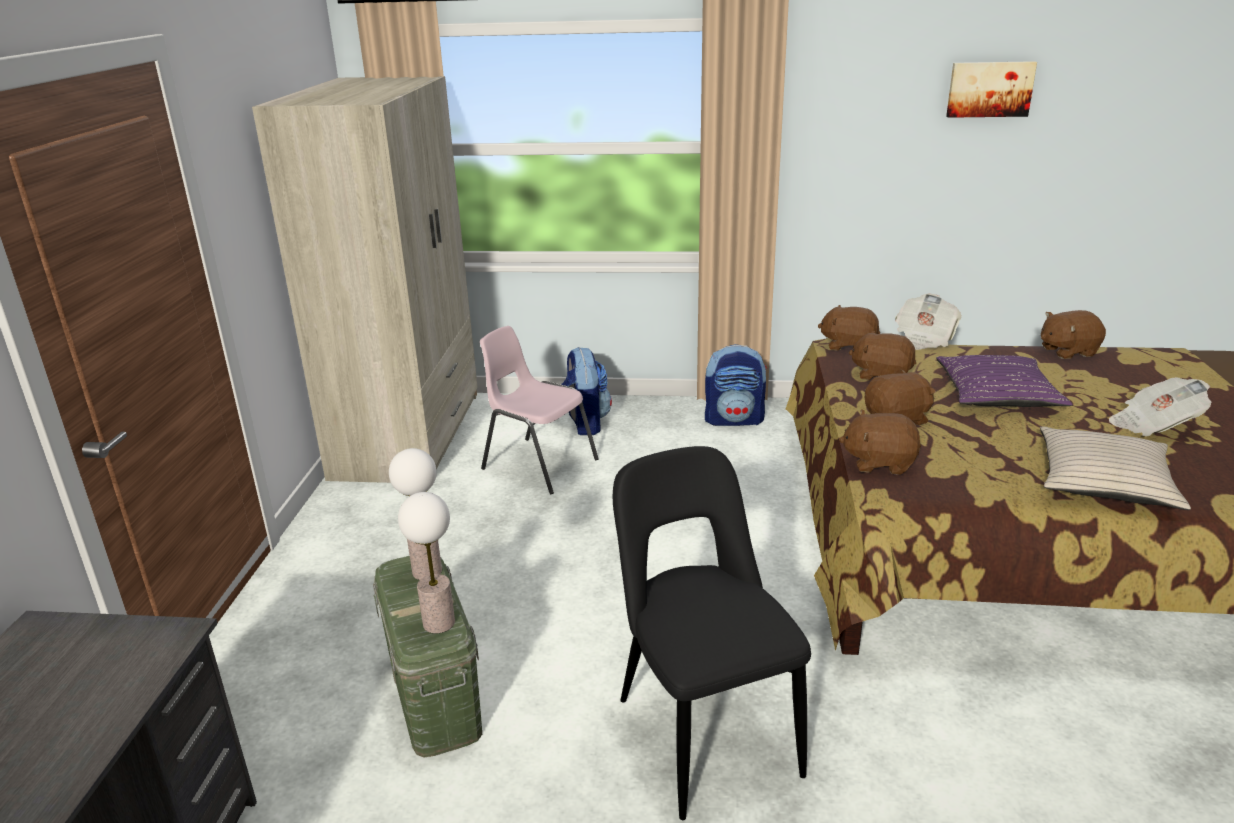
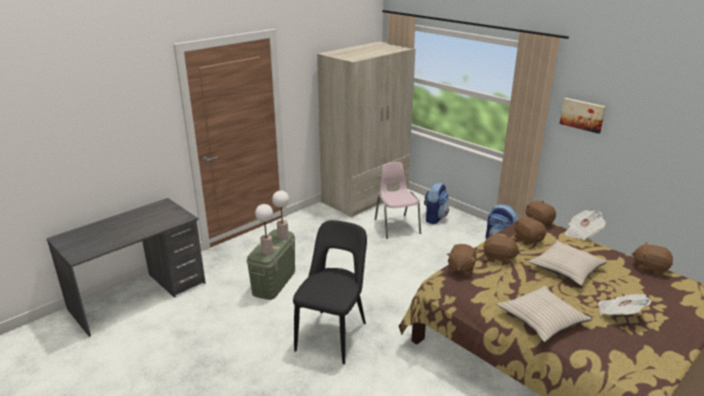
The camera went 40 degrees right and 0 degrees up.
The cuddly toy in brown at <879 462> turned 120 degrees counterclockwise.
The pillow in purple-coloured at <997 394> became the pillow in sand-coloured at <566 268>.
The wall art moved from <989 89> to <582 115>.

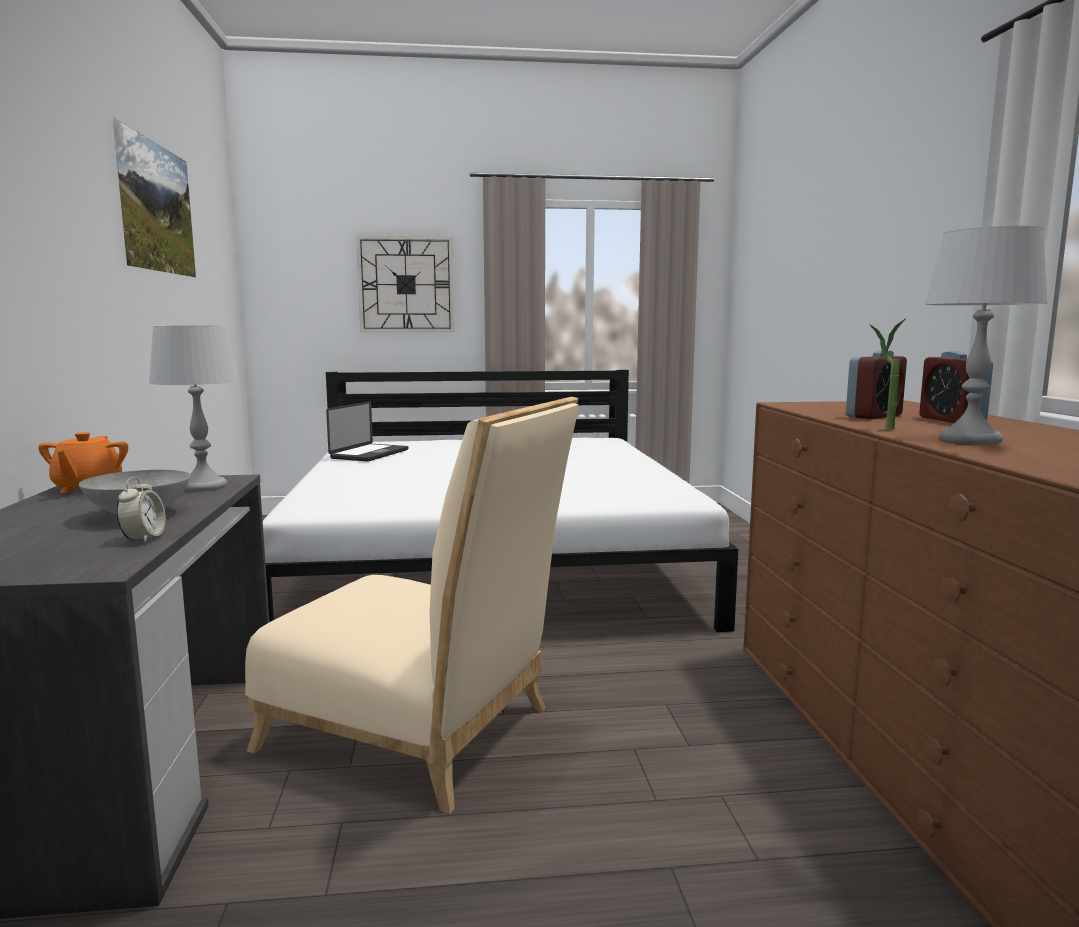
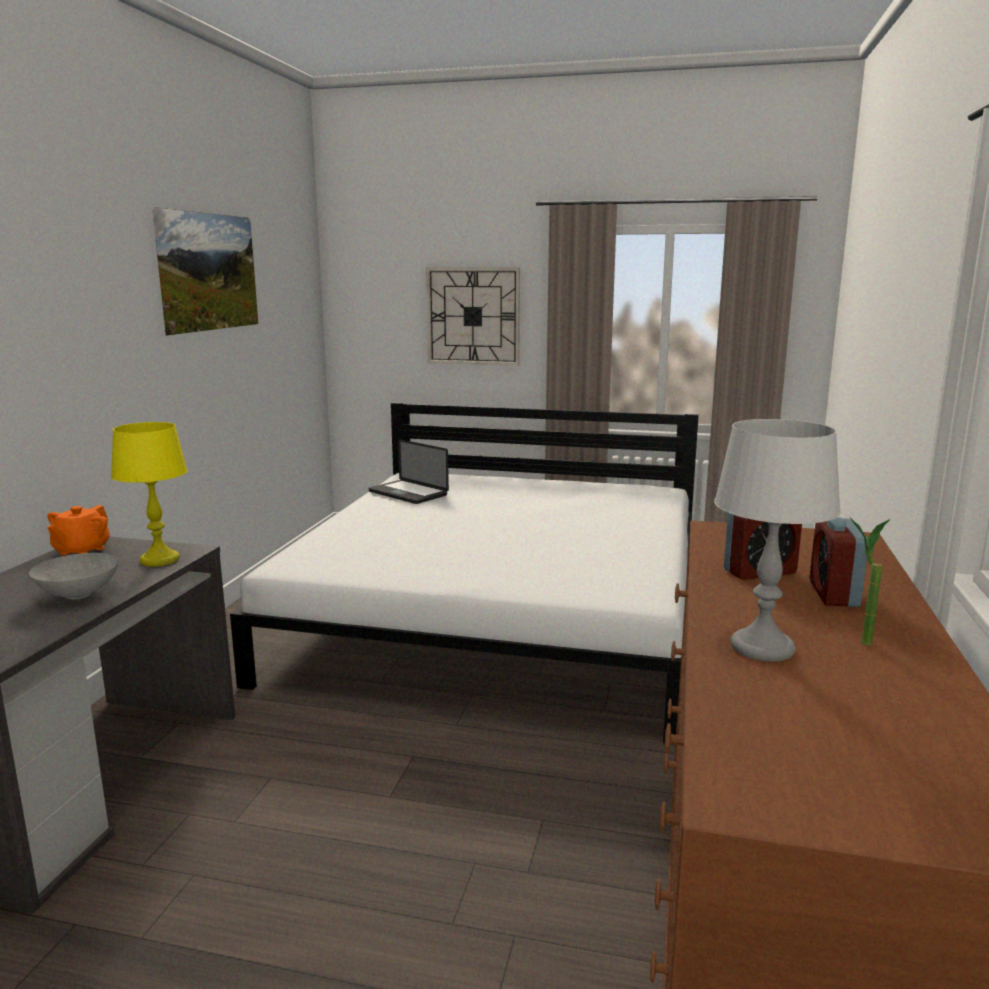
The camera went 20 degrees right and 5 degrees up.
The alarm clock at <144 538> disappeared.
The table lamp in greyish at <204 487> became the table lamp in yellow-coloured at <160 560>.
The plain chair in sand-coloured at <420 733> disappeared.
The notebook computer at <370 454> turned 90 degrees clockwise.
The potted plant moved from <881 428> to <857 639>.

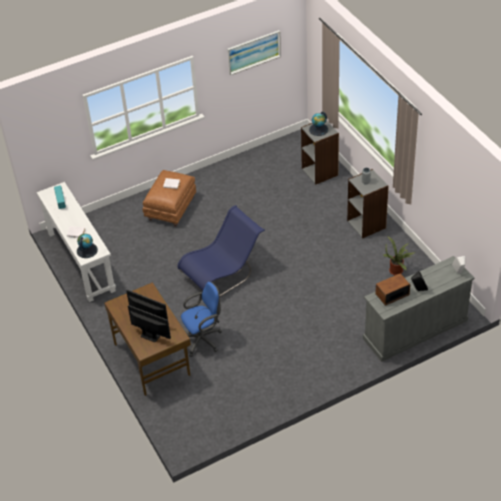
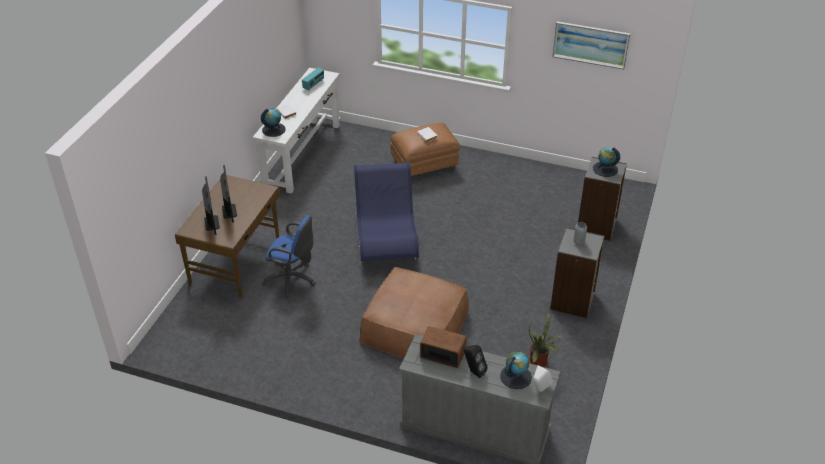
The camera went 45 degrees right and 5 degrees down.
The plain chair in blue at <223 273> turned 105 degrees counterclockwise.
The footrest in brown at <414 326> appeared.
The desk globe at <515 376> appeared.

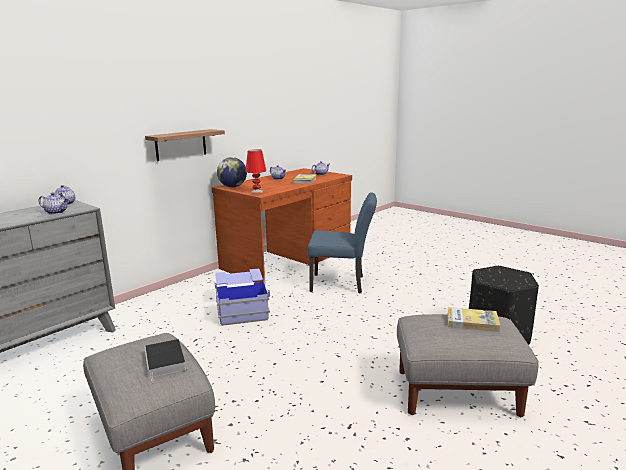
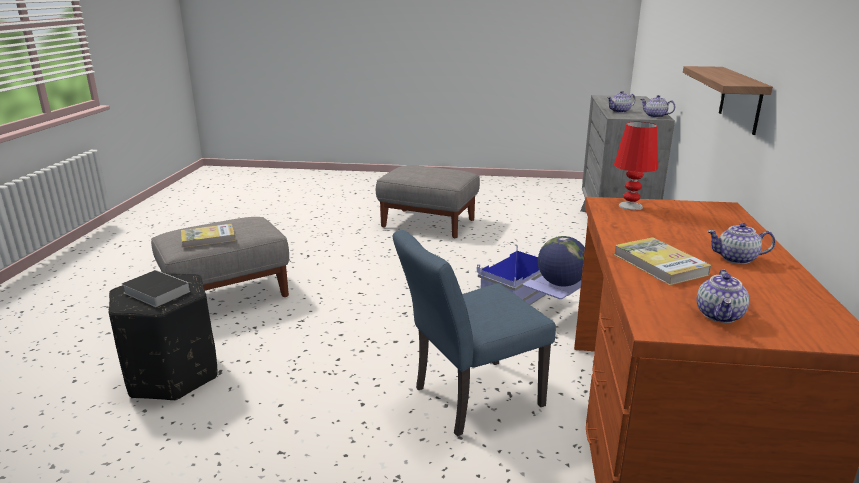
The camera went 145 degrees right and 5 degrees up.
The volume moved from <165 362> to <155 292>.
The desk globe moved from <233 187> to <561 283>.

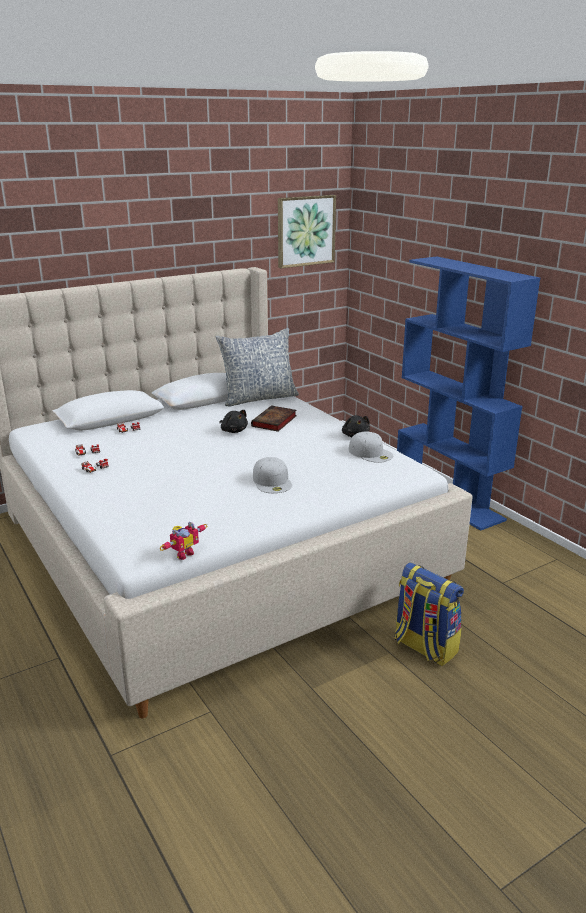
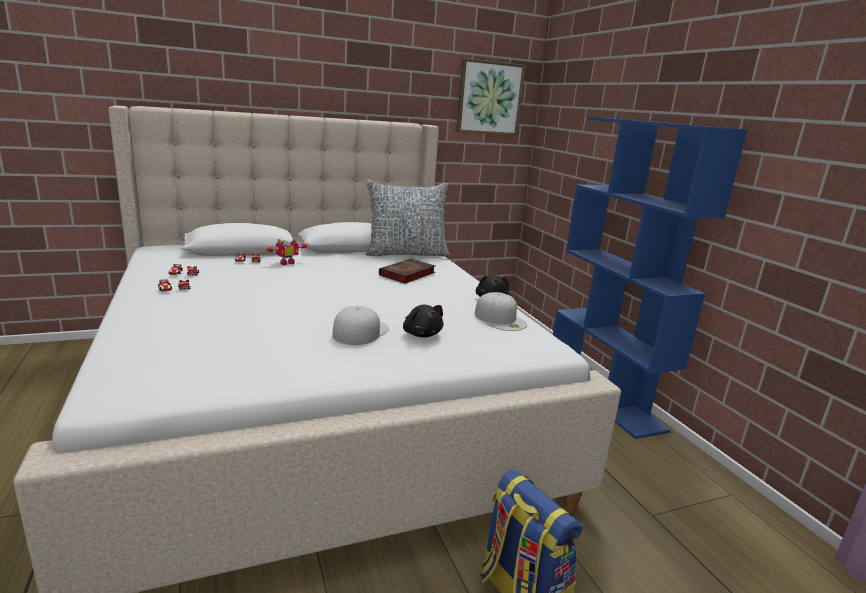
The camera went 10 degrees right and 5 degrees down.
The model robot moved from <183 553> to <286 262>.
The cuddly toy in black moved from <233 431> to <421 334>.
The peaked cap in white-coloured at <272 481> turned 150 degrees counterclockwise.

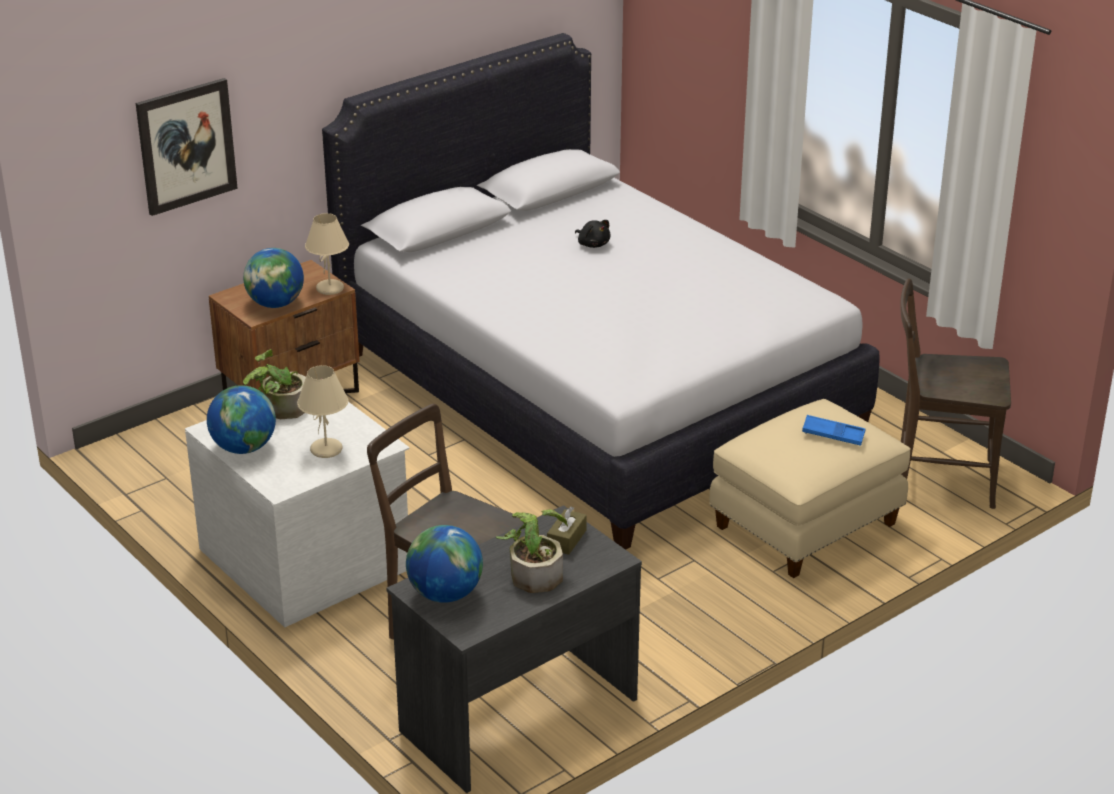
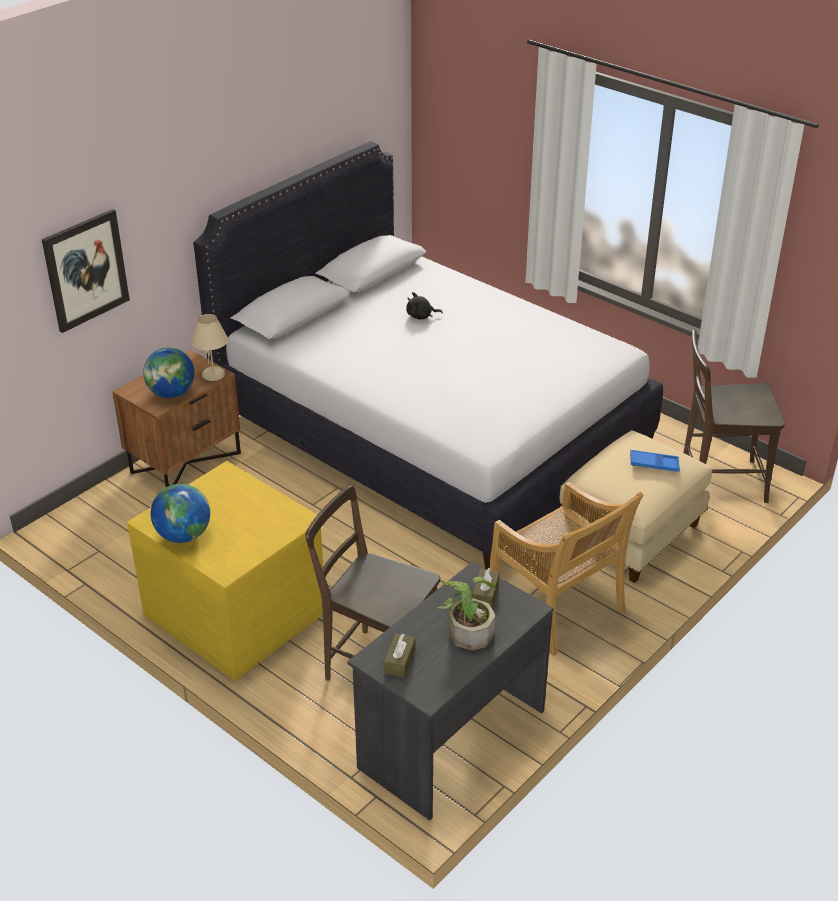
The camera went 10 degrees left and 5 degrees up.
The dresser in white-coloured at <307 557> became the dresser in yellow-coloured at <237 612>.
The potted plant at <280 408> disappeared.
The table lamp in sand-coloured at <326 450> disappeared.
The desk globe at <445 594> was replaced by the tissue holder in brown at <399 661>.
The cuddly toy in black at <593 244> turned 135 degrees clockwise.
The plain chair in sand-coloured at <558 609> appeared.

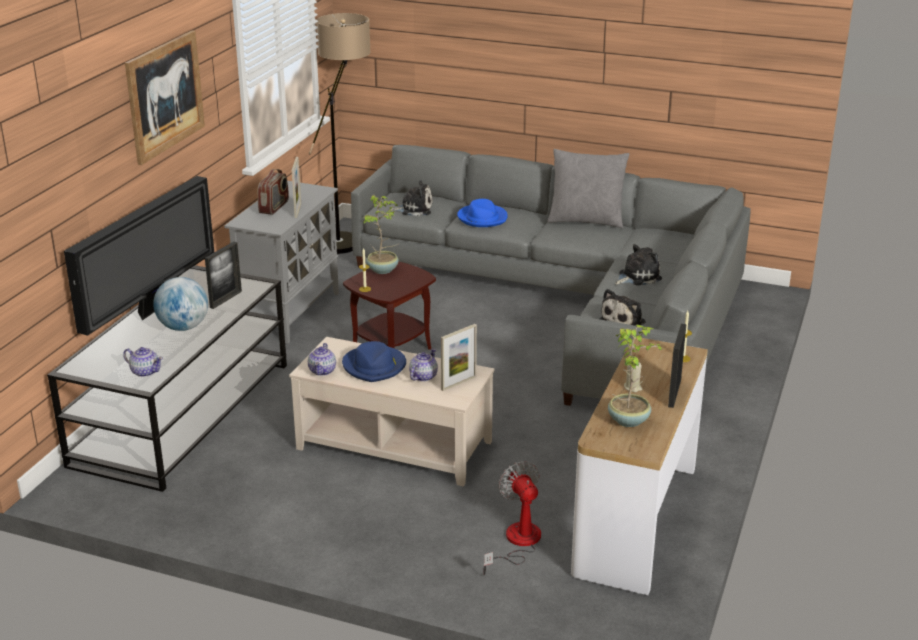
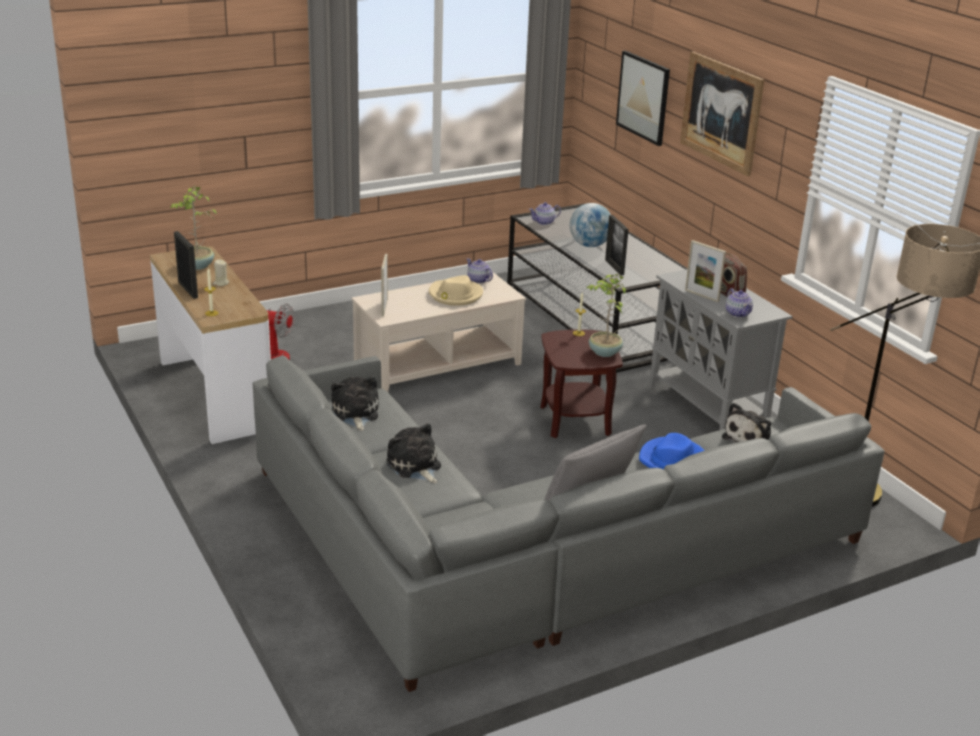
The camera went 130 degrees right and 0 degrees up.
The television at <153 308> disappeared.
The wearable hat in blue at <374 366> became the wearable hat in sand-coloured at <455 295>.
The teapot moved from <423 376> to <738 313>.
The cuddly toy at <637 277> turned 135 degrees clockwise.
The wall art at <643 97> appeared.

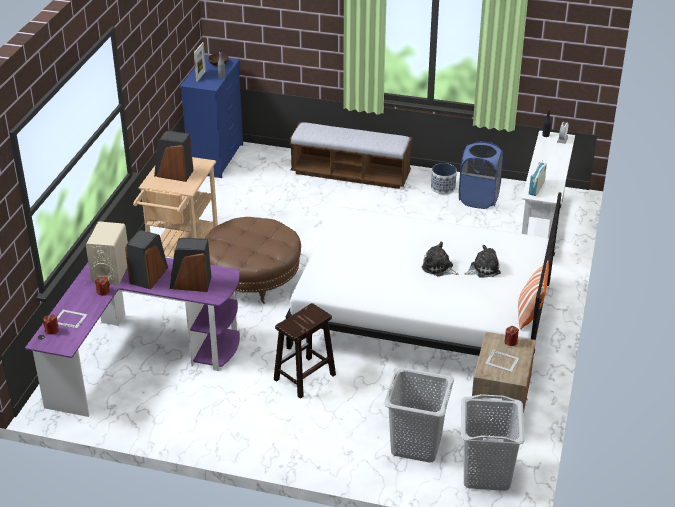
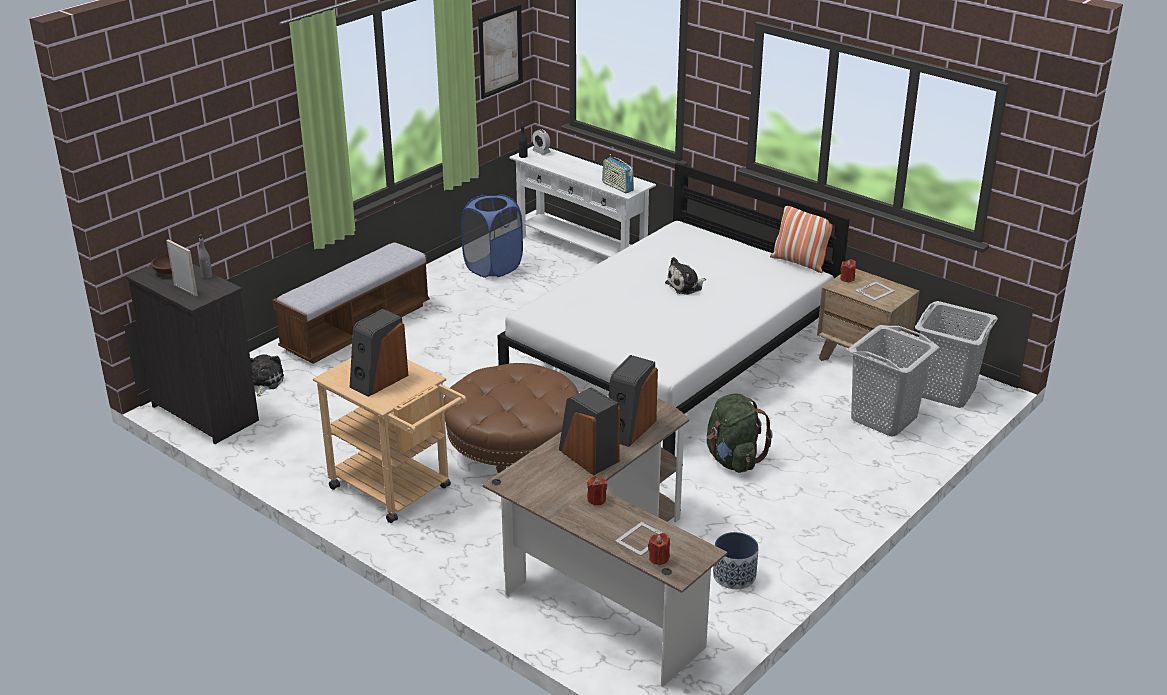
The camera went 65 degrees left and 5 degrees down.
The desk in purple-coloured at <138 355> became the desk in brown at <604 577>.
The speaker in sand-coloured at <111 272> disappeared.
The dresser in blue at <217 158> became the dresser in black at <205 413>.
The stool in brown at <304 378> was replaced by the knapsack in green-coloured at <733 460>.
The planter moved from <443 188> to <734 576>.
The cuddly toy moved from <483 269> to <264 382>.
The wall art at <500 51> appeared.

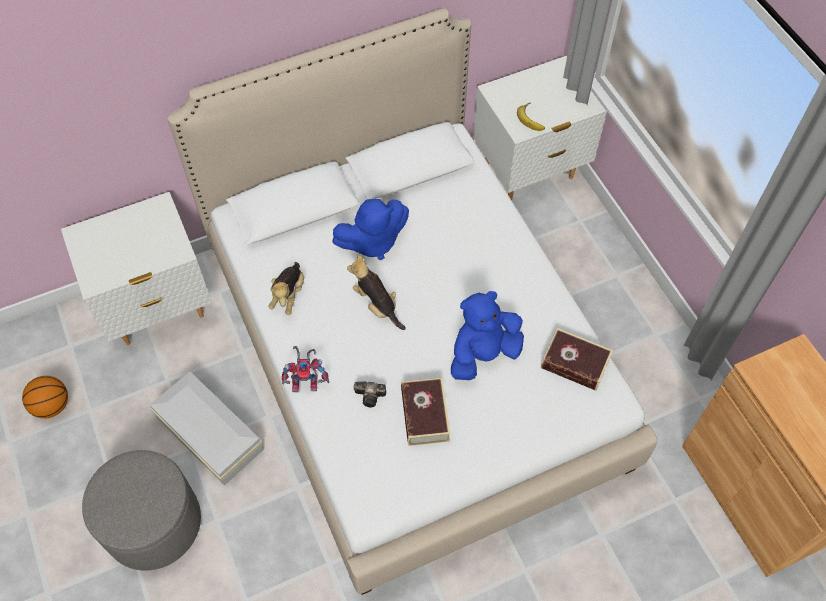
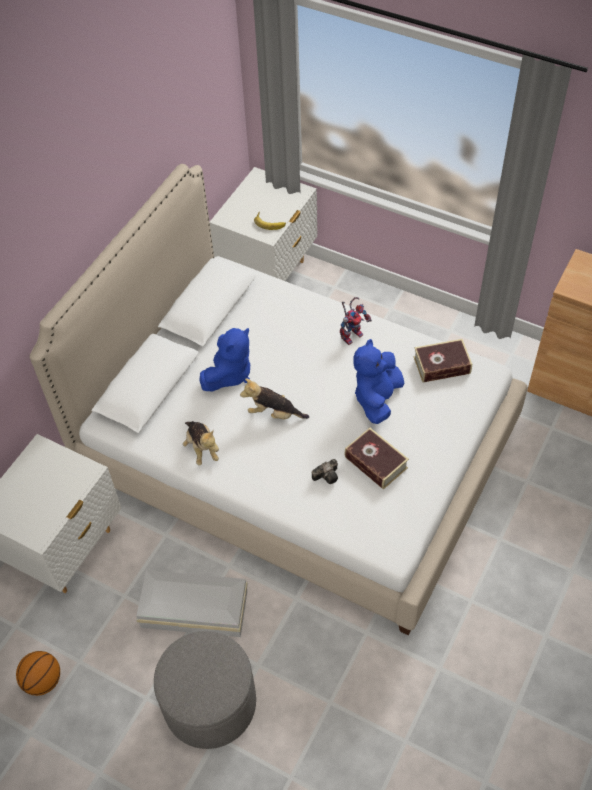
The camera went 35 degrees left and 5 degrees down.
The model robot moved from <307 382> to <352 334>.

